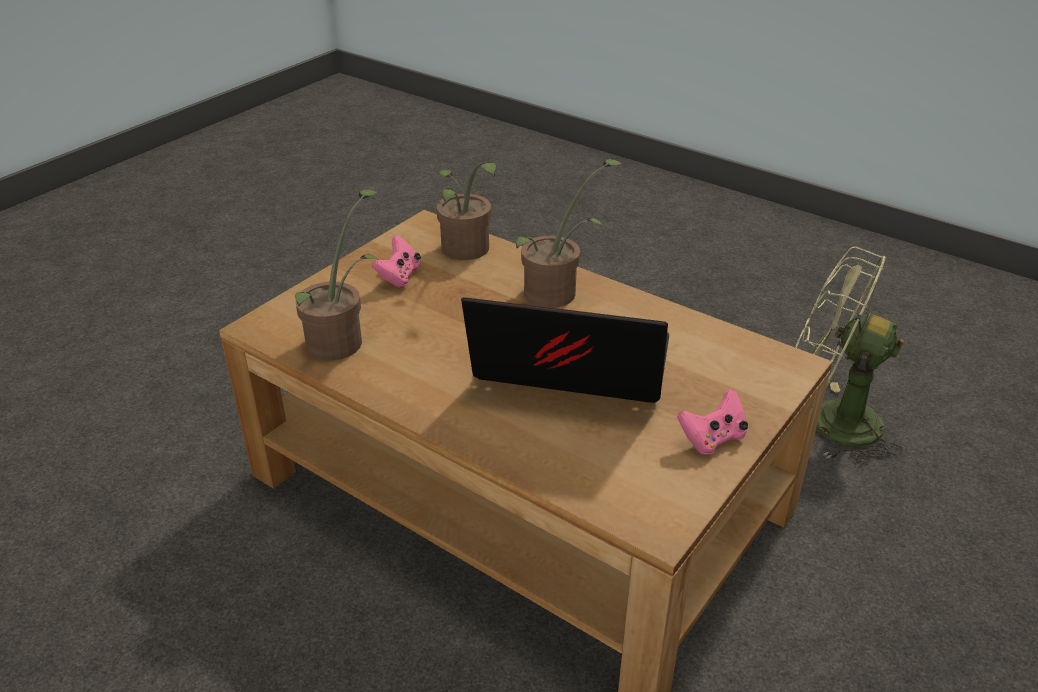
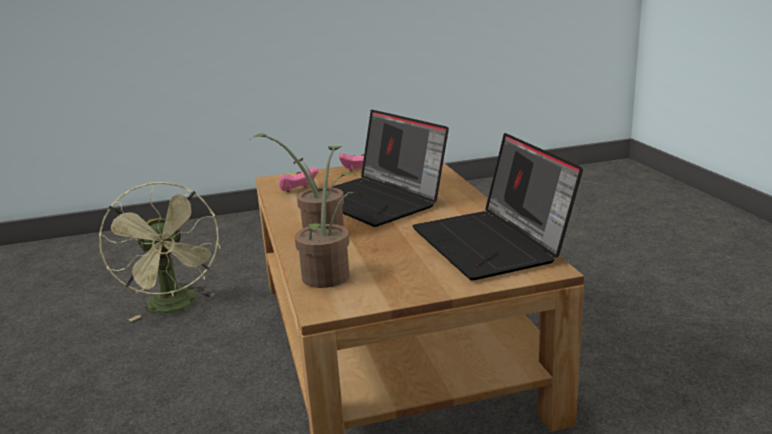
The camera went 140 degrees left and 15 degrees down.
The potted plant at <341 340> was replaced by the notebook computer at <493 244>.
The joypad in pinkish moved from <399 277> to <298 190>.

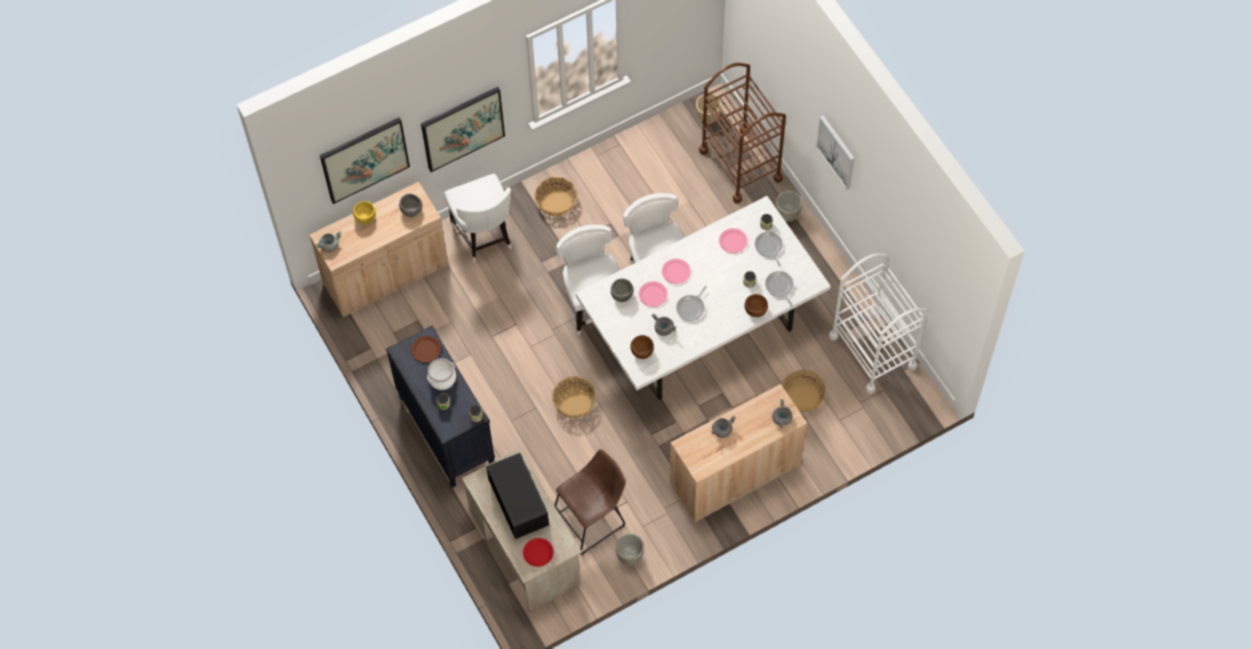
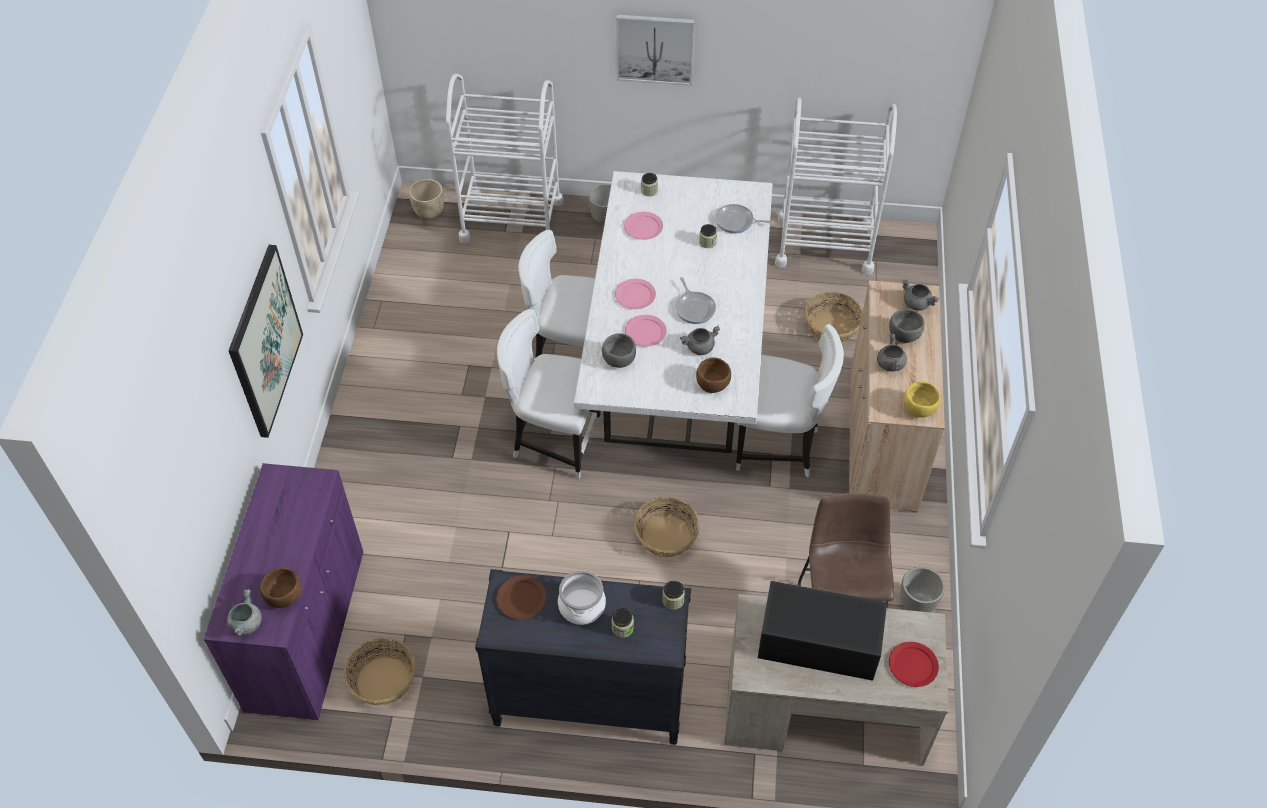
The camera went 55 degrees left and 10 degrees down.
The cupboard in sand-coloured at <386 274> became the cupboard in purple-coloured at <307 630>.
The wall art at <364 159> disappeared.
The deep dish in yellow-coloured moved from <366 218> to <919 409>.
The deep dish in greyish moved from <411 210> to <904 336>.
The plain chair in white-coloured moved from <483 236> to <779 447>.
The household basket moved from <556 203> to <383 681>.
The wheeled cart in brown at <740 165> became the wheeled cart in white-coloured at <512 220>.
The deep dish in brown moved from <755 311> to <285 597>.
The pan at <769 247> disappeared.

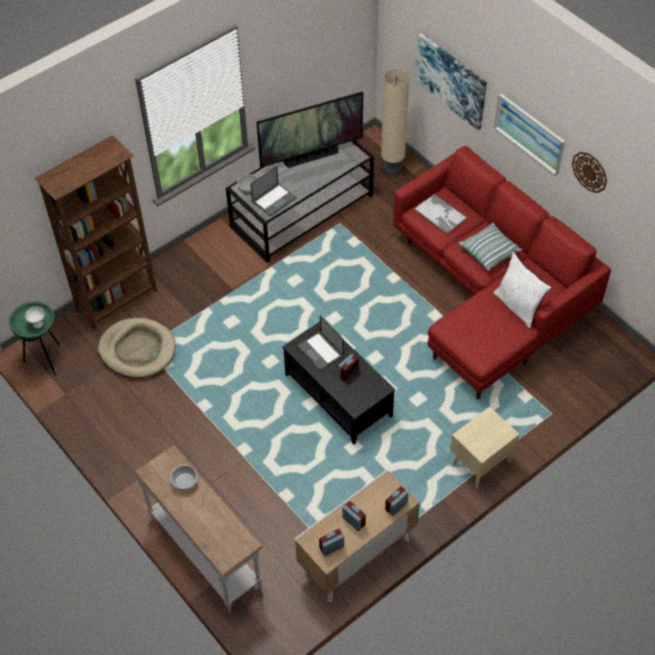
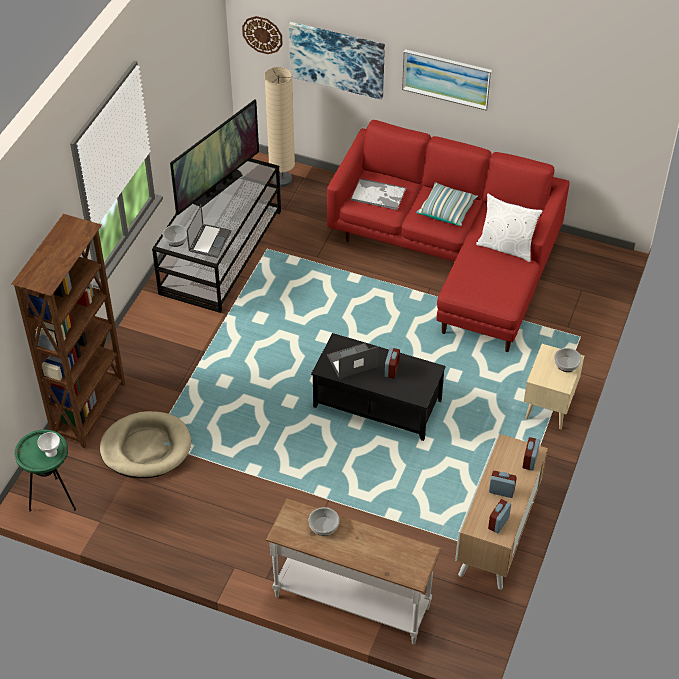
The camera went 30 degrees left and 5 degrees down.
The notebook computer at <321 351> turned 135 degrees clockwise.
The hanging clock moved from <589 172> to <262 34>.
The deep dish at <566 364> appeared.

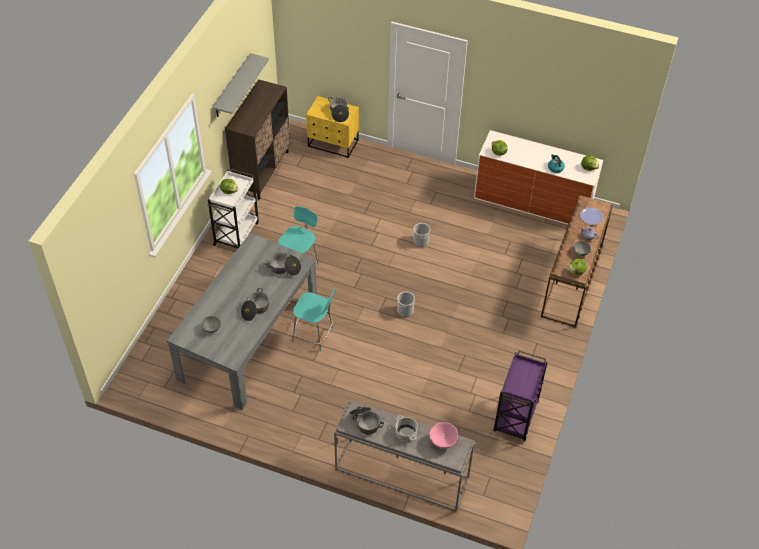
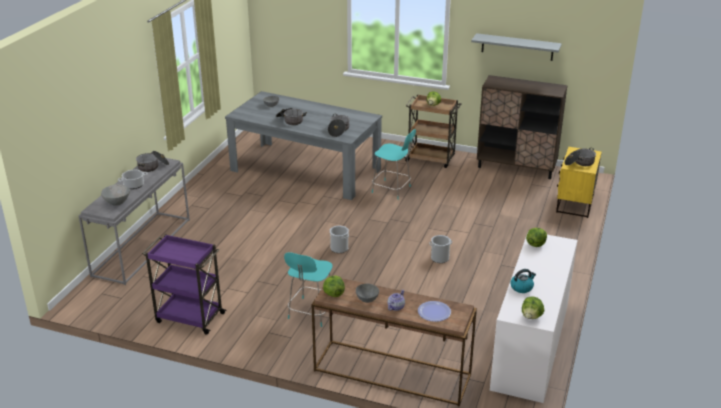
The camera went 90 degrees right and 20 degrees down.
The wheeled cart in white-coloured at <236 233> became the wheeled cart in brown at <431 159>.
The plain chair in turquoise moved from <314 335> to <311 313>.
The deep dish in pinkish at <443 441> became the deep dish in greyish at <117 203>.

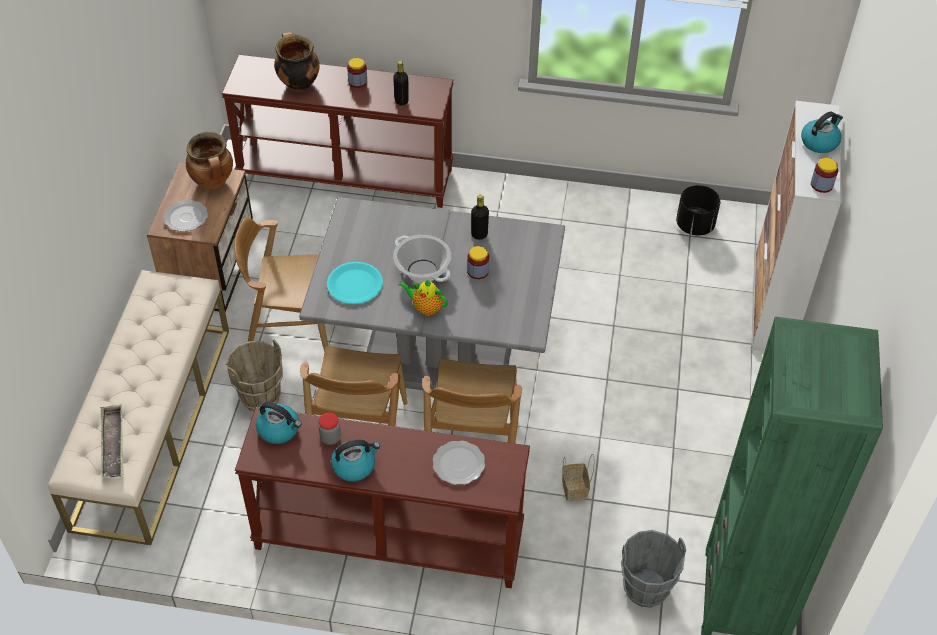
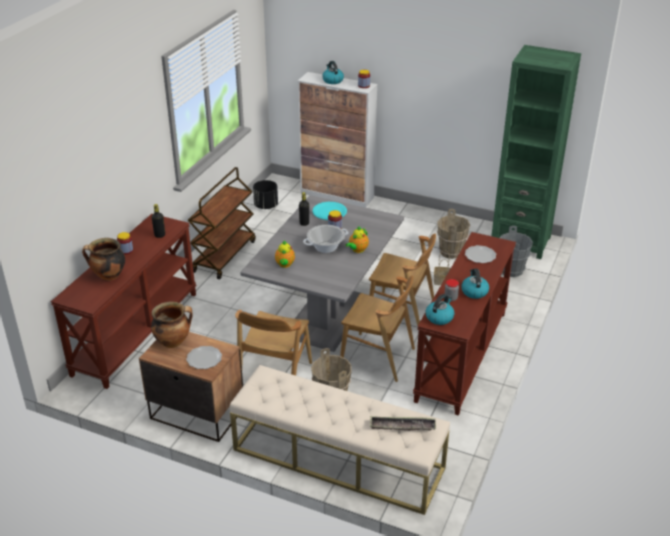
The camera went 75 degrees left and 15 degrees down.
The dinner plate in turquoise moved from <354 284> to <329 212>.
The wheeled cart in brown at <224 256> appeared.
The teapot at <285 265> appeared.
The pail in brown at <451 252> appeared.

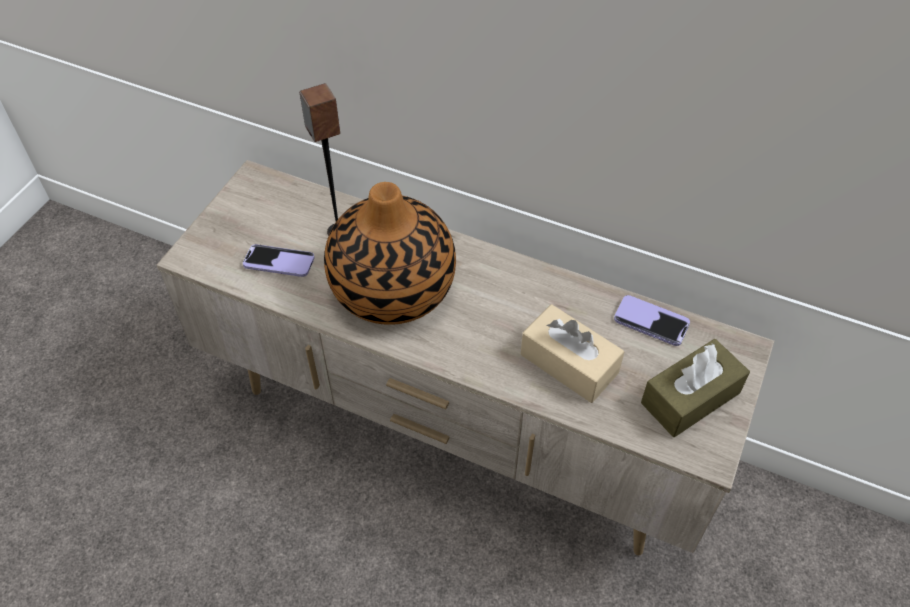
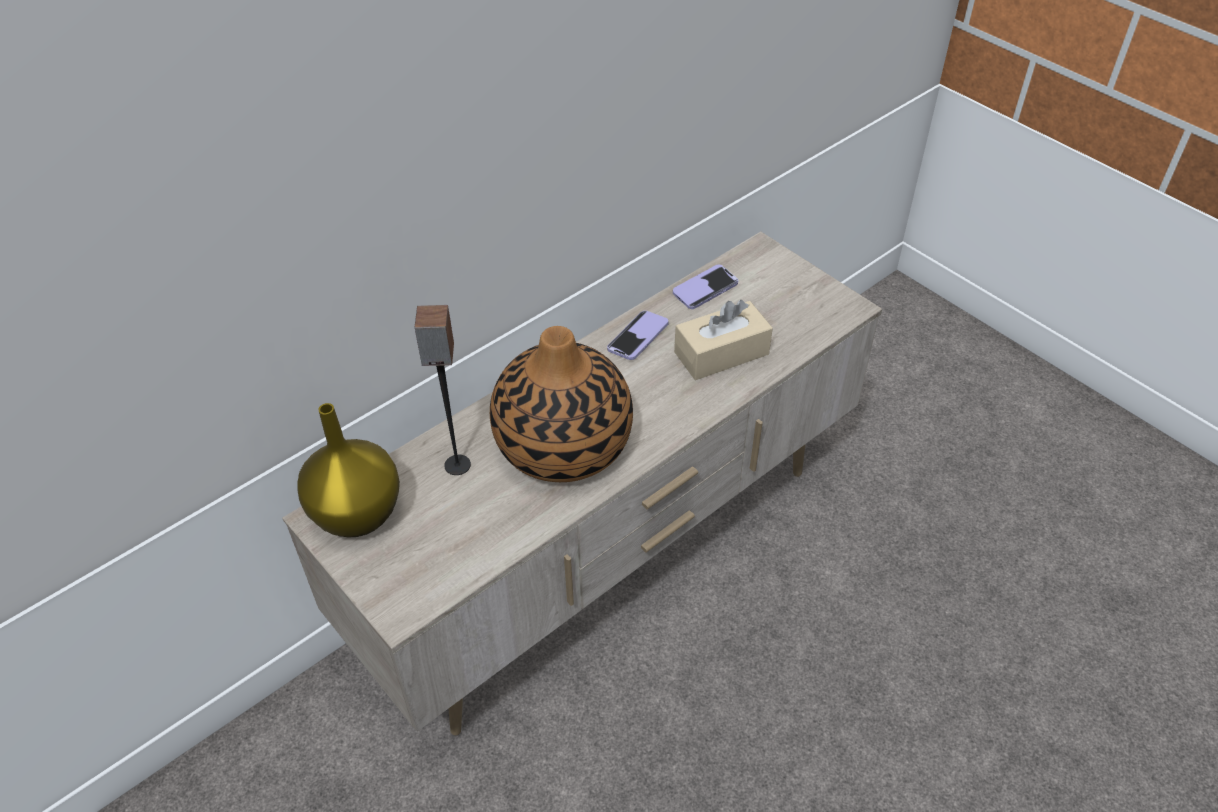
The camera went 65 degrees left and 5 degrees down.
The telephone moved from <279 262> to <638 337>.
The tissue holder in brown at <690 398> disappeared.
The decorative vase in yellow-coloured at <356 513> appeared.

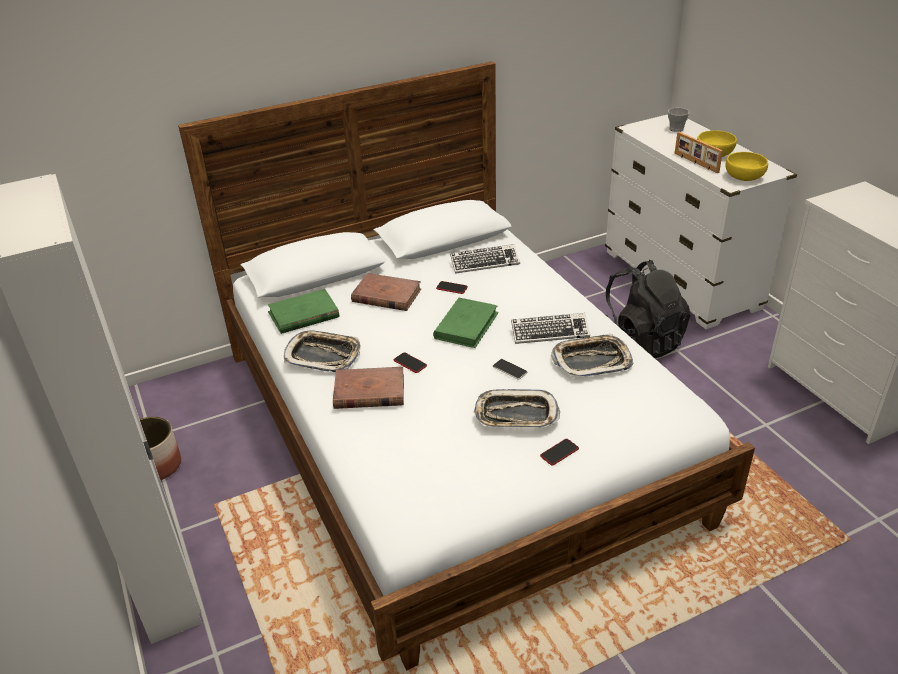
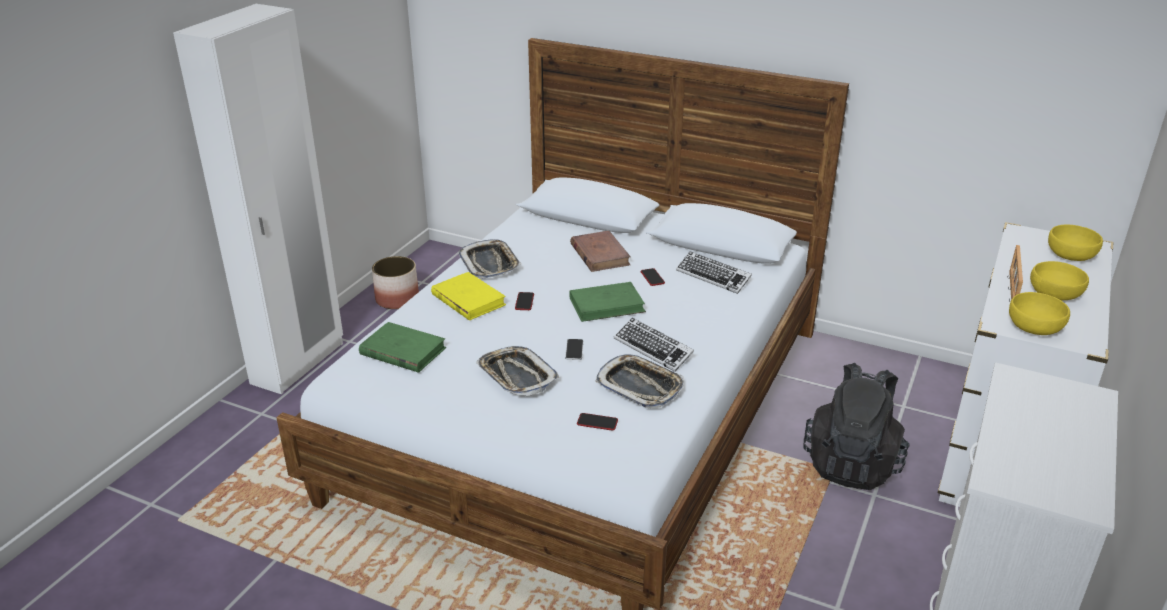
The camera went 50 degrees right and 5 degrees down.
The volume in green-coloured moved from <303 315> to <402 351>.
The volume in brown at <369 392> became the volume in yellow-coloured at <468 299>.
The telephone moved from <559 452> to <597 422>.
The drinking cup at <676 129> was replaced by the deep dish in yellow-coloured at <1070 255>.

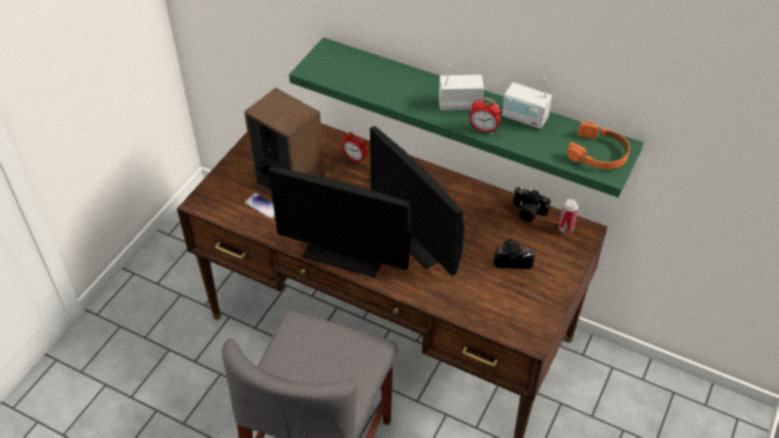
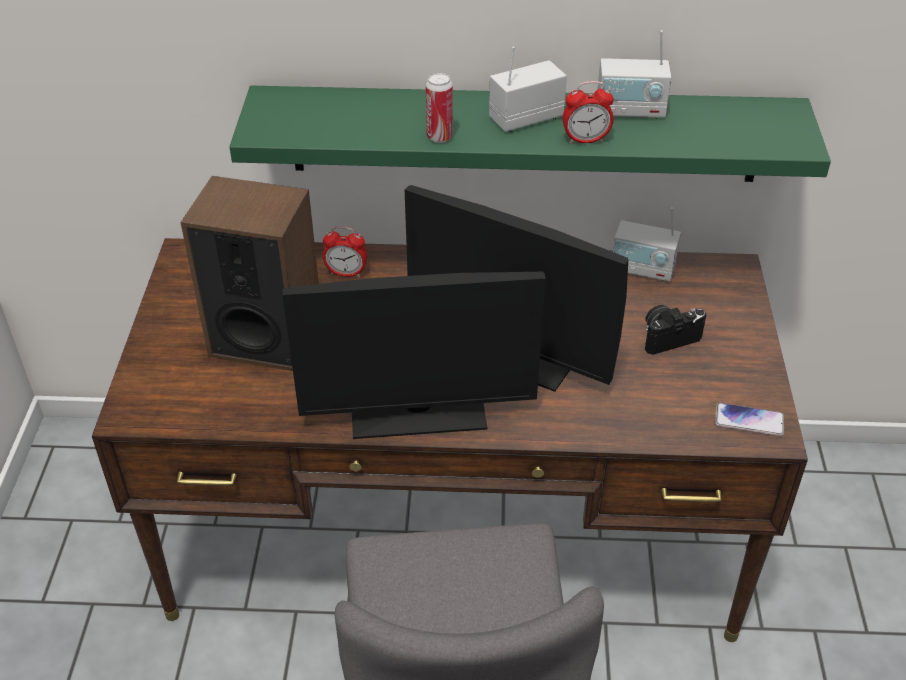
The camera went 25 degrees left and 5 degrees down.
The telephone moved from <263 206> to <749 421>.
The still camera at <527 212> was replaced by the radio set at <642 269>.
The sealed can moved from <565 228> to <439 137>.
The headset in orange-coloured at <598 154> disappeared.

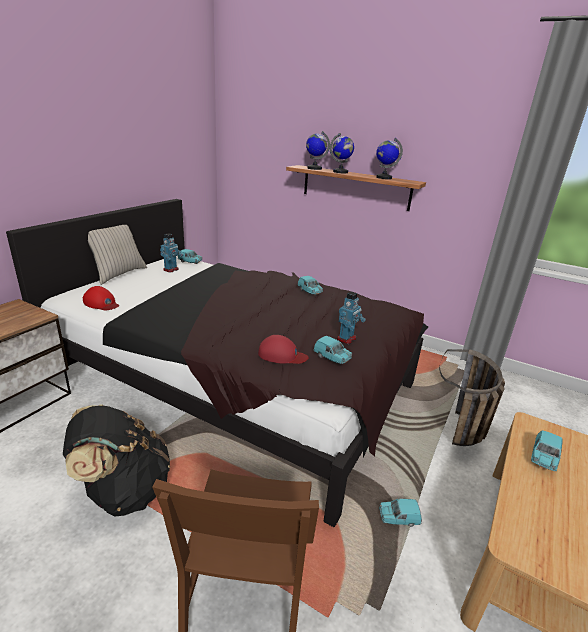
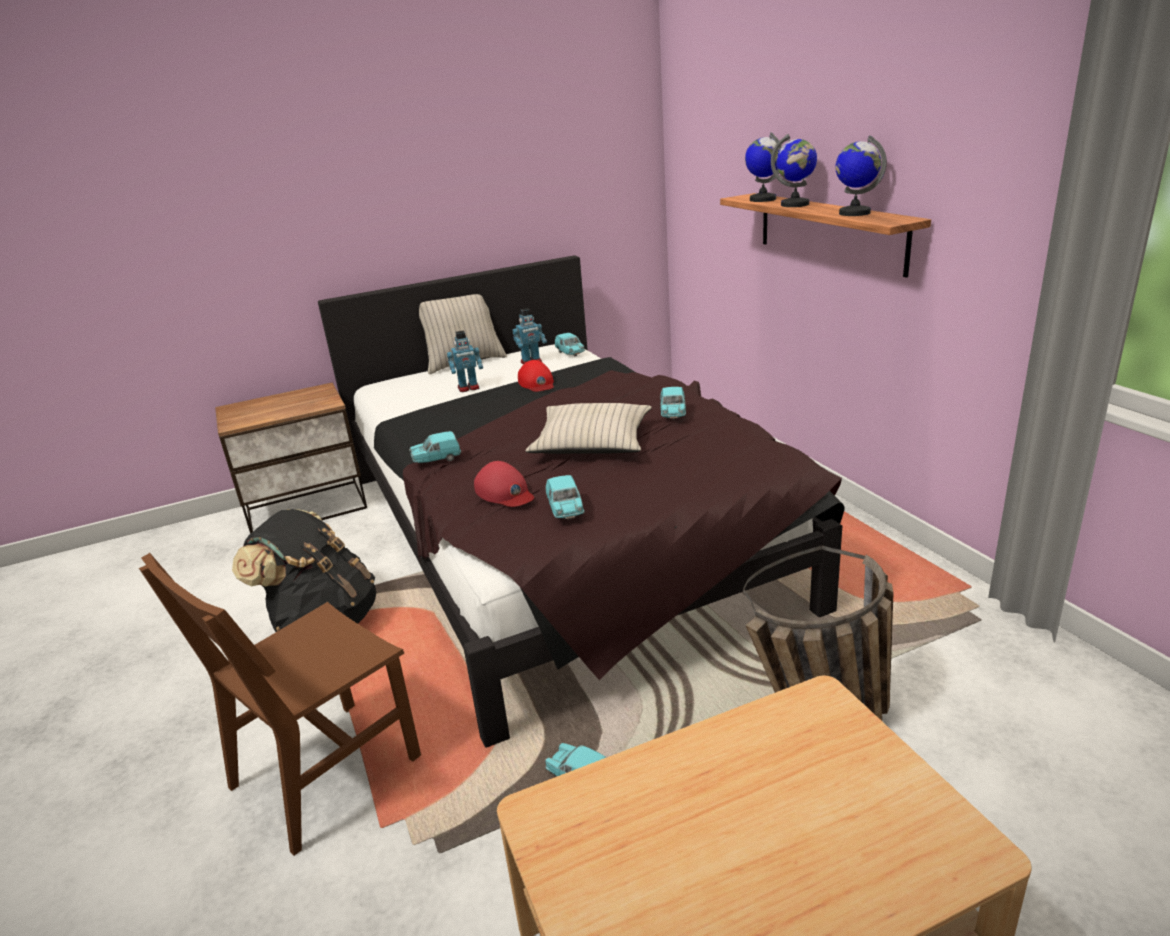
The camera went 40 degrees right and 0 degrees up.
The peaked cap in reddish moved from <101 303> to <537 383>.
The model robot moved from <347 339> to <468 388>.
The model car in turquoise moved from <543 458> to <436 459>.
The pillow in sand-coloured at <592 442> appeared.

